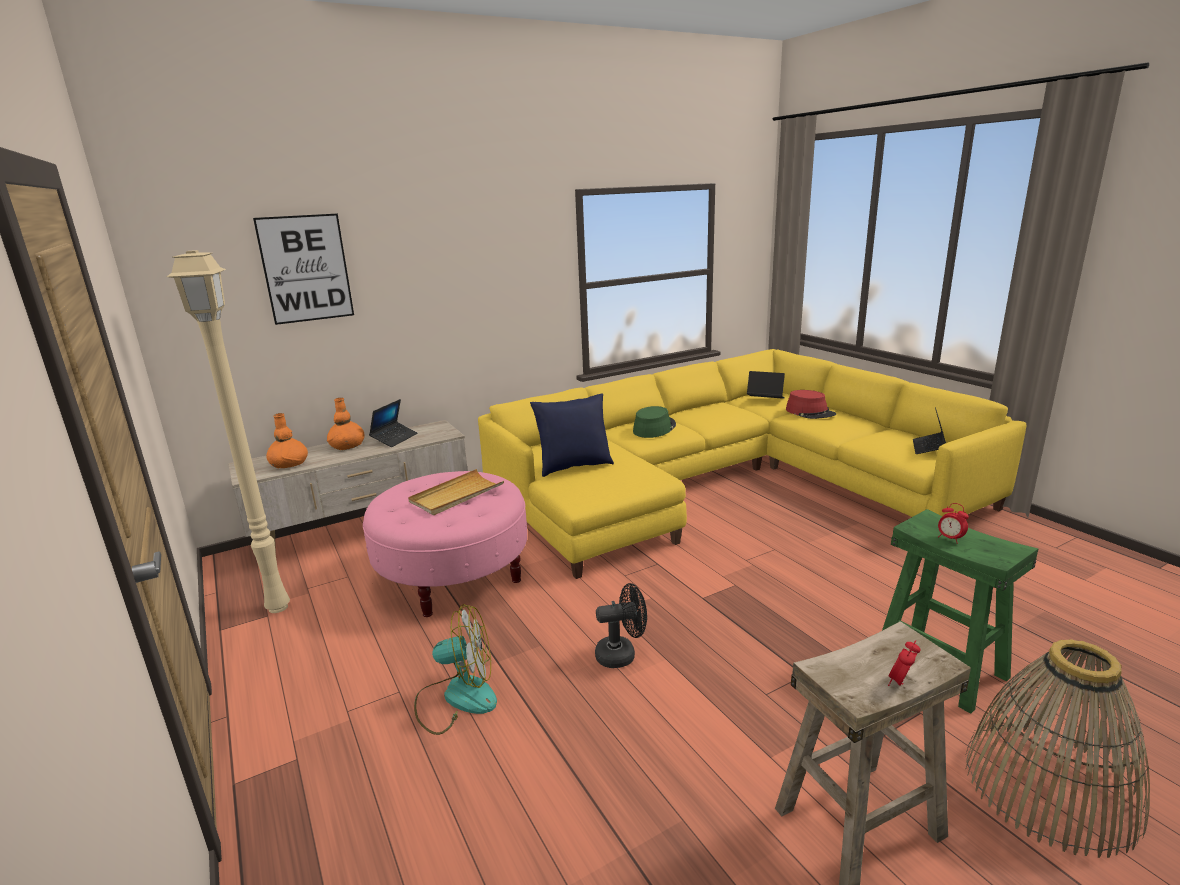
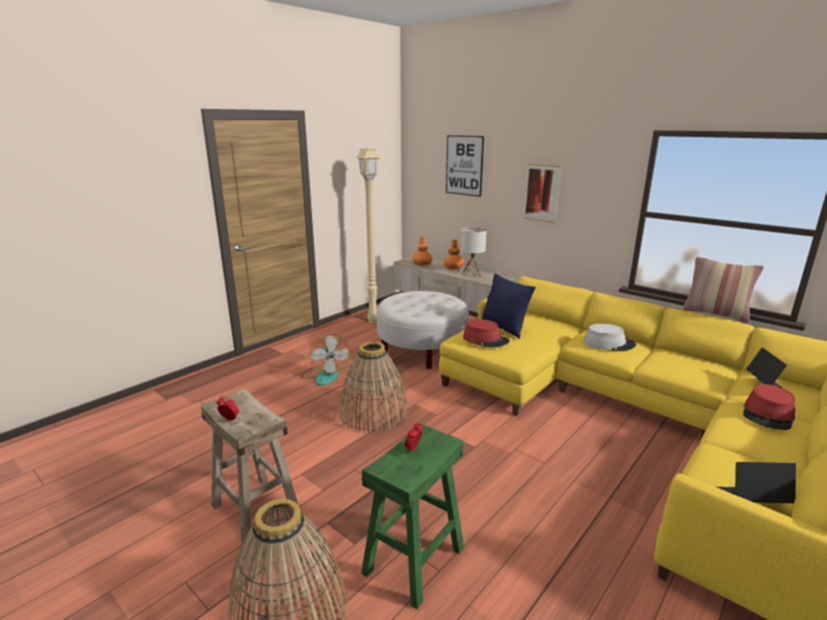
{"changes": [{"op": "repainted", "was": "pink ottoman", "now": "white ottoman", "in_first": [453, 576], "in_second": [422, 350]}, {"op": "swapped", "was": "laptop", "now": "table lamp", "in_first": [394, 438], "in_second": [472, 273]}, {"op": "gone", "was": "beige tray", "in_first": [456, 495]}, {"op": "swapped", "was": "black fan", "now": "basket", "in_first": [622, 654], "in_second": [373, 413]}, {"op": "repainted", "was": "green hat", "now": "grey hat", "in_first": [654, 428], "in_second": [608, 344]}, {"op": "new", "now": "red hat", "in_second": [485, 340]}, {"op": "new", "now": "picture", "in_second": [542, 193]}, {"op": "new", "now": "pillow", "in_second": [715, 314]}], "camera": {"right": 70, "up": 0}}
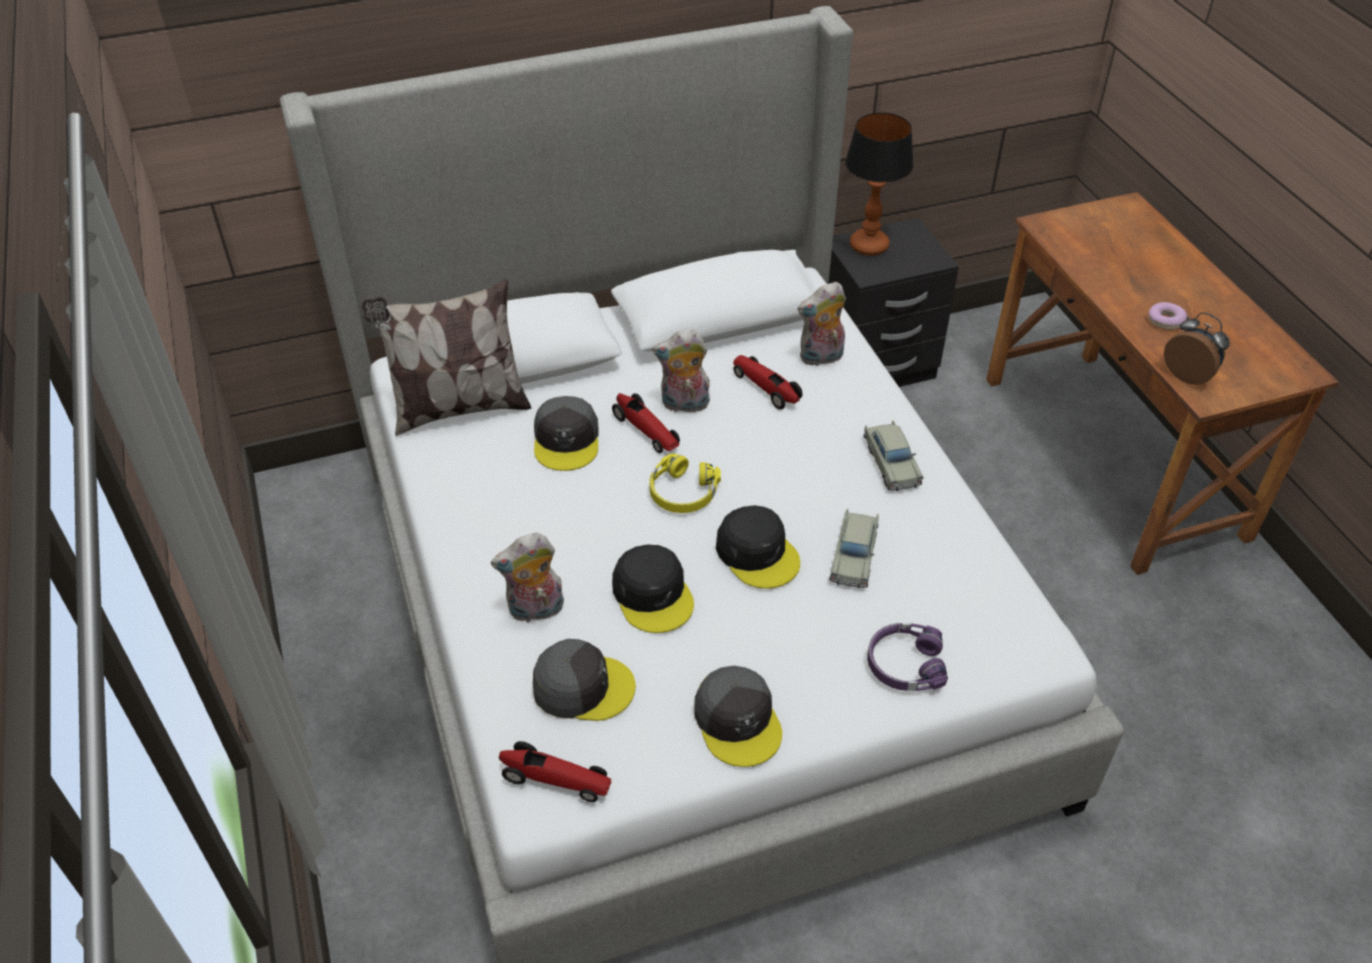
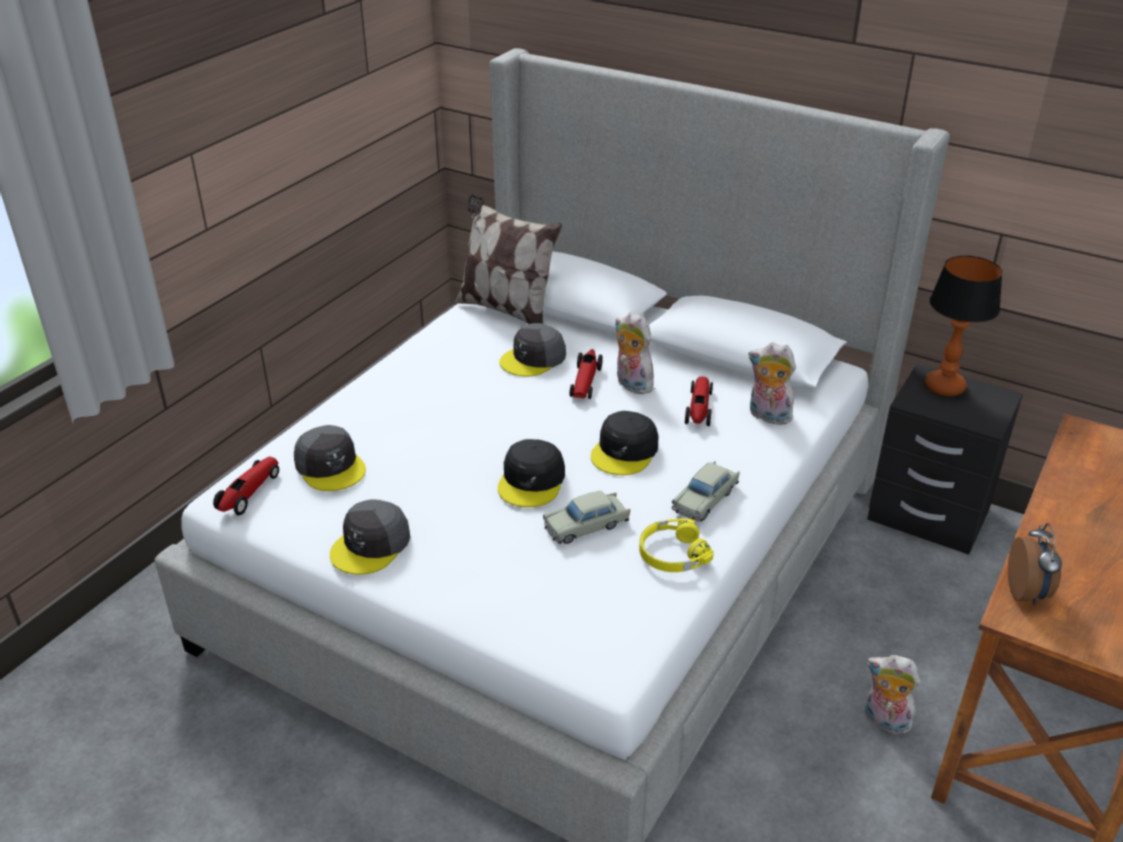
{"changes": [{"op": "shifted", "was": "plush toy", "in_first": [535, 611], "in_second": [884, 721]}, {"op": "rotated", "was": "toy car", "in_first": [555, 778], "in_second": [248, 493], "clockwise": -135}, {"op": "shifted", "was": "black cap", "in_first": [653, 594], "in_second": [625, 451]}, {"op": "shifted", "was": "yellow headphones", "in_first": [682, 492], "in_second": [672, 554]}, {"op": "gone", "was": "purple headphones", "in_first": [904, 664]}, {"op": "gone", "was": "donut", "in_first": [1165, 321]}], "camera": {"right": 50, "up": -10}}
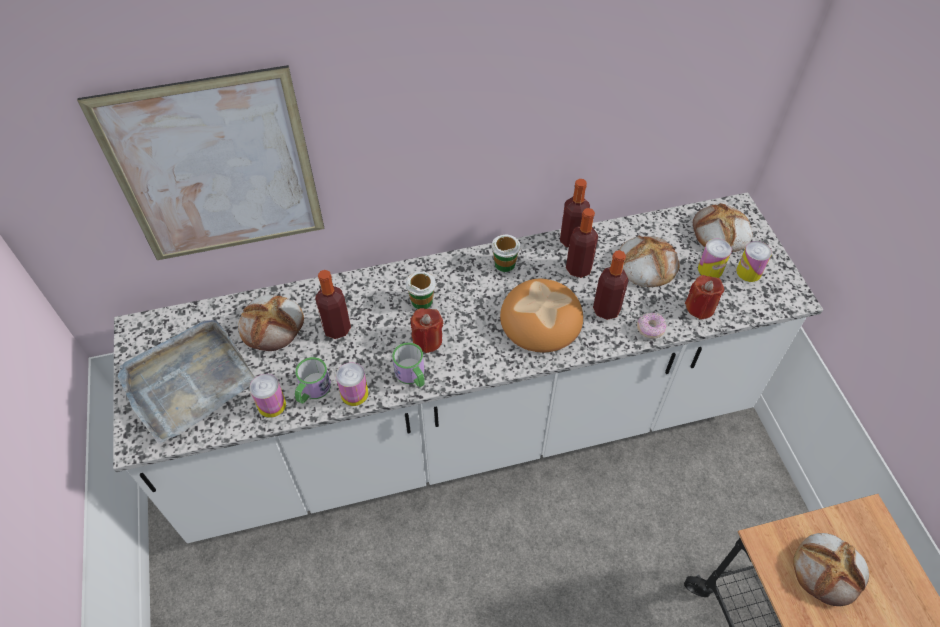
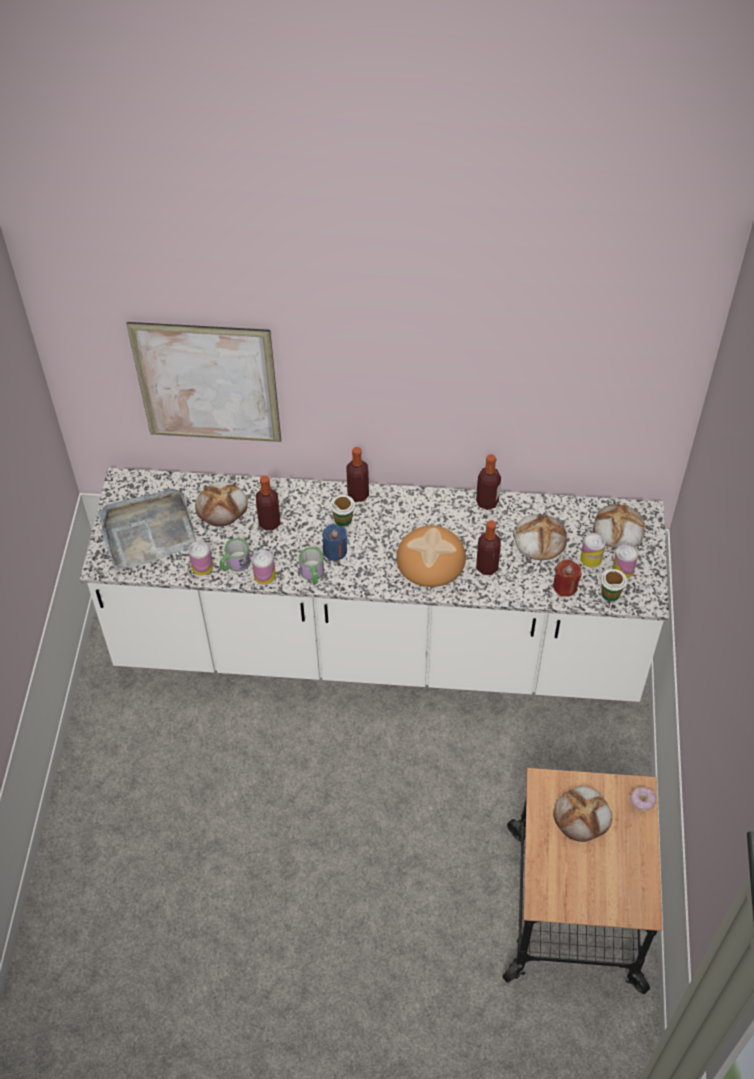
{"changes": [{"op": "repainted", "was": "red candle", "now": "blue candle", "in_first": [427, 340], "in_second": [335, 551]}, {"op": "shifted", "was": "cup", "in_first": [504, 264], "in_second": [610, 593]}, {"op": "shifted", "was": "bottle", "in_first": [578, 268], "in_second": [358, 494]}, {"op": "shifted", "was": "donut", "in_first": [650, 329], "in_second": [642, 801]}], "camera": {"right": 20, "up": 0}}
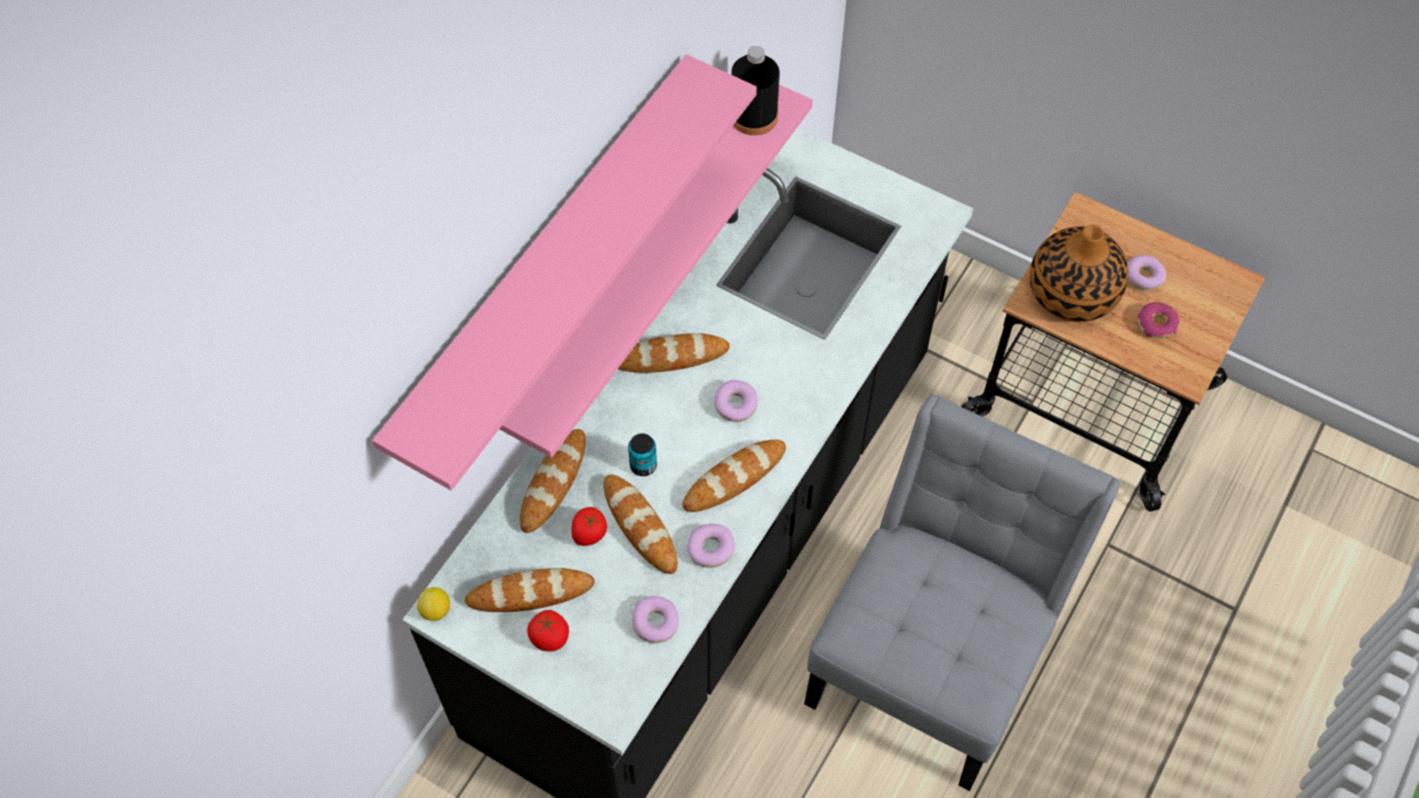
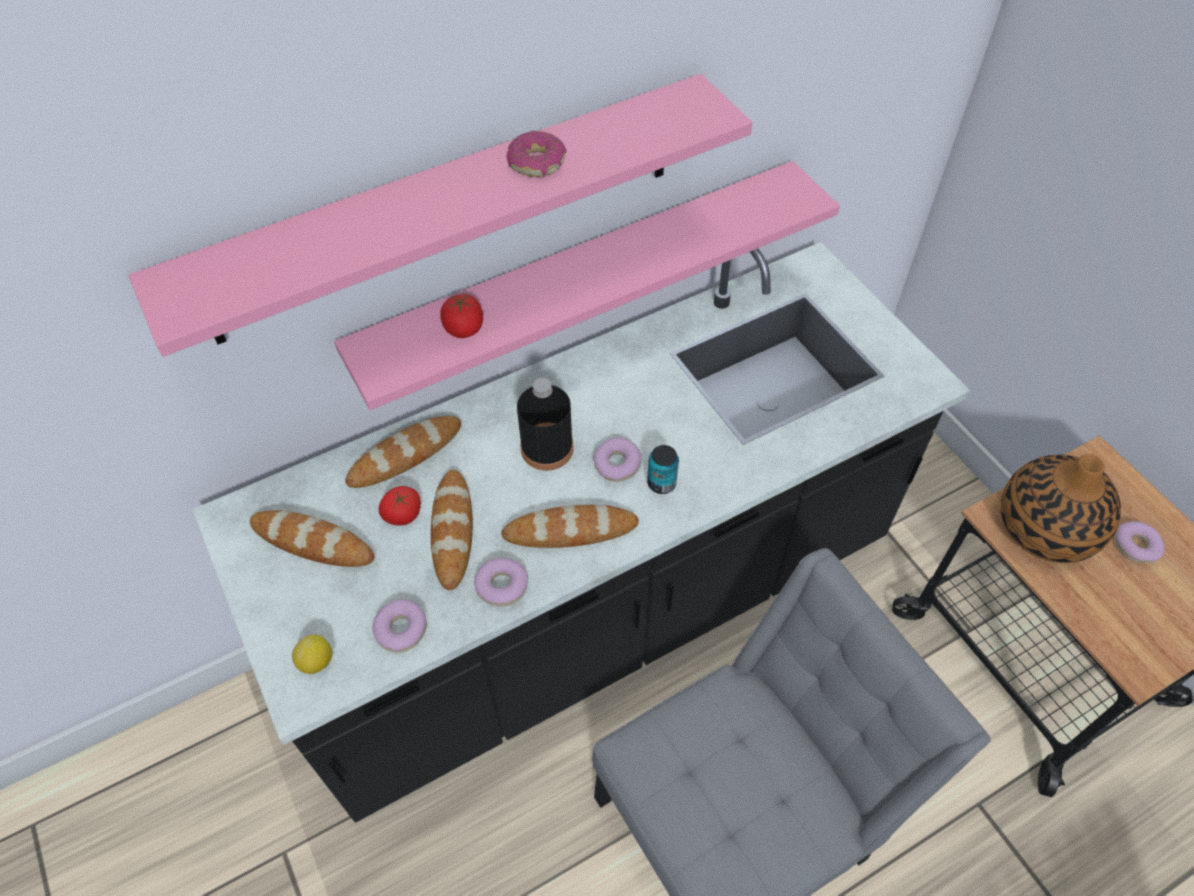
{"changes": [{"op": "shifted", "was": "lemon", "in_first": [436, 610], "in_second": [316, 662]}, {"op": "shifted", "was": "tomato", "in_first": [550, 637], "in_second": [464, 328]}, {"op": "gone", "was": "bread", "in_first": [670, 357]}, {"op": "shifted", "was": "can", "in_first": [643, 465], "in_second": [661, 483]}, {"op": "shifted", "was": "black bottle", "in_first": [753, 116], "in_second": [547, 448]}, {"op": "shifted", "was": "donut", "in_first": [1156, 325], "in_second": [537, 163]}], "camera": {"right": 30, "up": -5}}
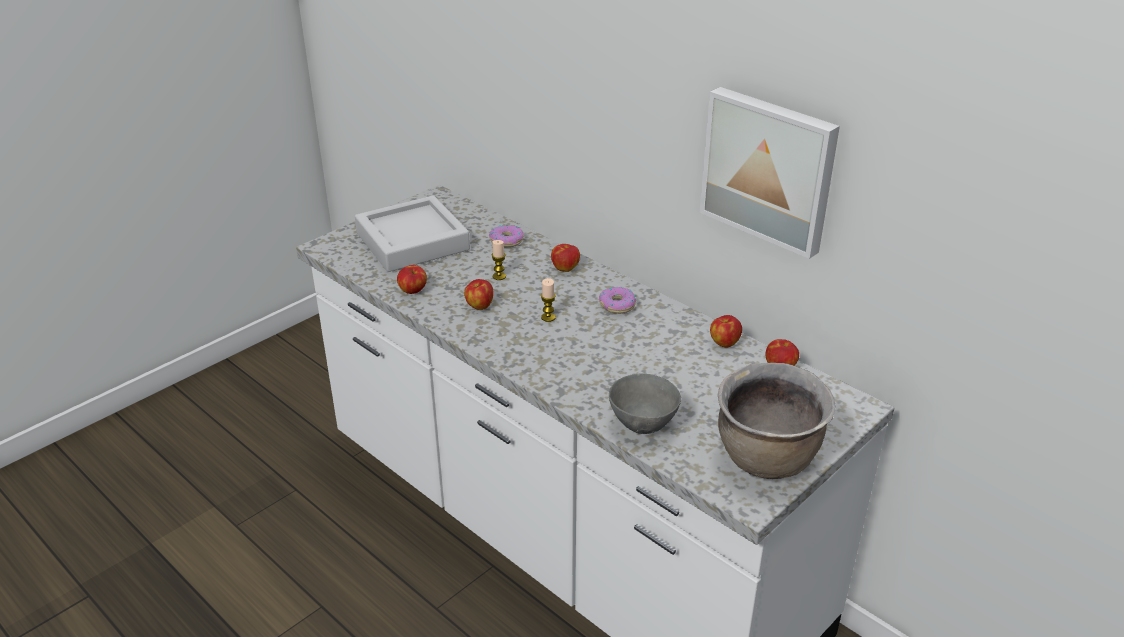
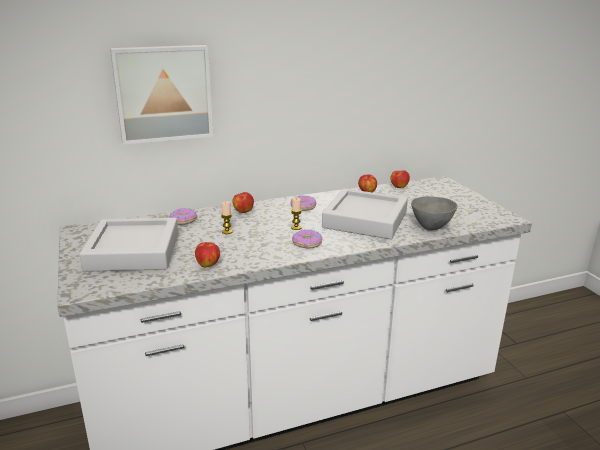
{"changes": [{"op": "gone", "was": "apple", "in_first": [479, 306]}, {"op": "shifted", "was": "picture", "in_first": [769, 169], "in_second": [163, 93]}, {"op": "gone", "was": "brown cooking pot", "in_first": [767, 460]}, {"op": "new", "now": "donut", "in_second": [307, 243]}, {"op": "new", "now": "grey tray", "in_second": [365, 220]}], "camera": {"right": -65, "up": -10}}
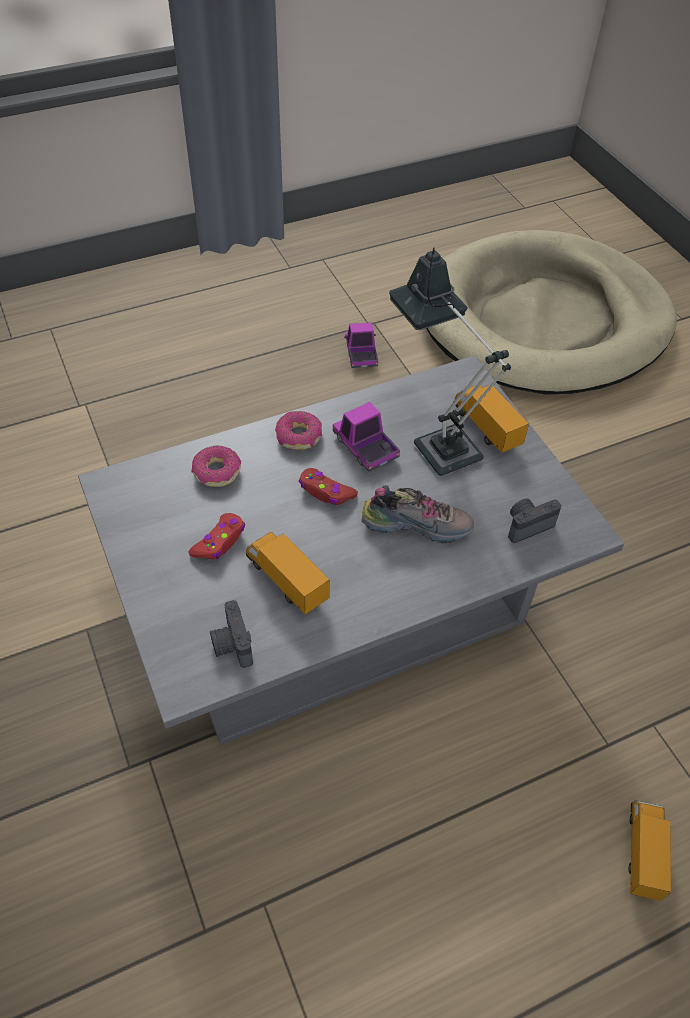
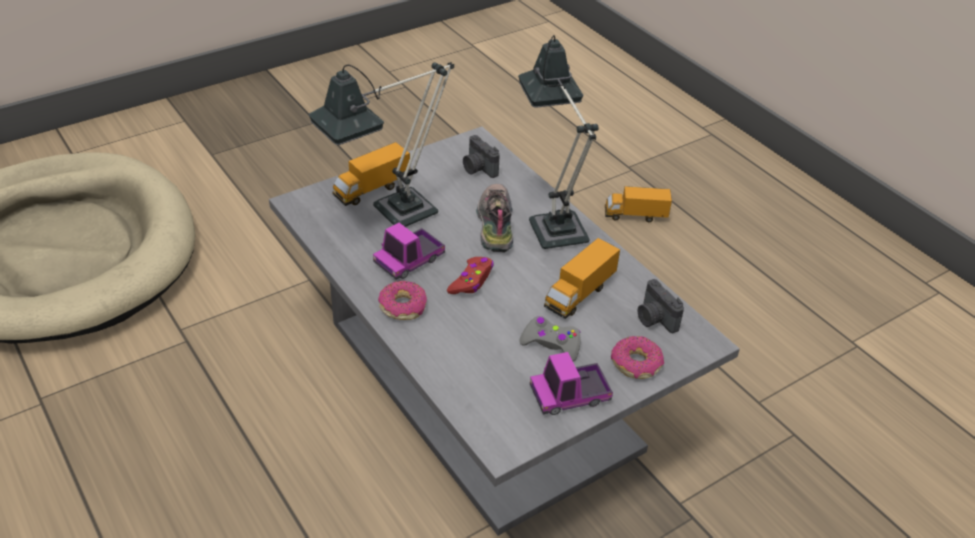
{"changes": [{"op": "repainted", "was": "red game controller", "now": "grey game controller", "in_first": [220, 542], "in_second": [551, 343]}, {"op": "shifted", "was": "donut", "in_first": [216, 472], "in_second": [636, 364]}, {"op": "rotated", "was": "photo camera", "in_first": [231, 645], "in_second": [654, 319], "clockwise": 90}, {"op": "shifted", "was": "toy truck", "in_first": [361, 354], "in_second": [569, 395]}, {"op": "new", "now": "table lamp", "in_second": [553, 223]}], "camera": {"right": -100, "up": -10}}
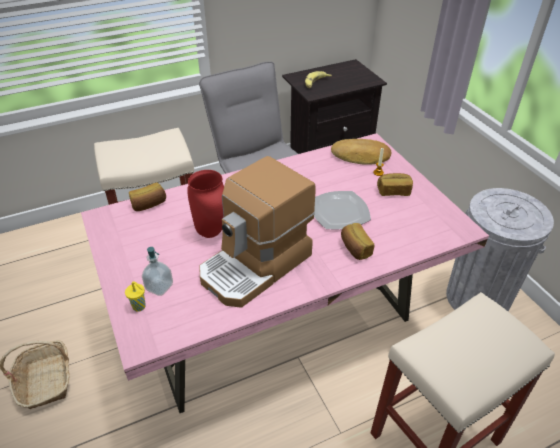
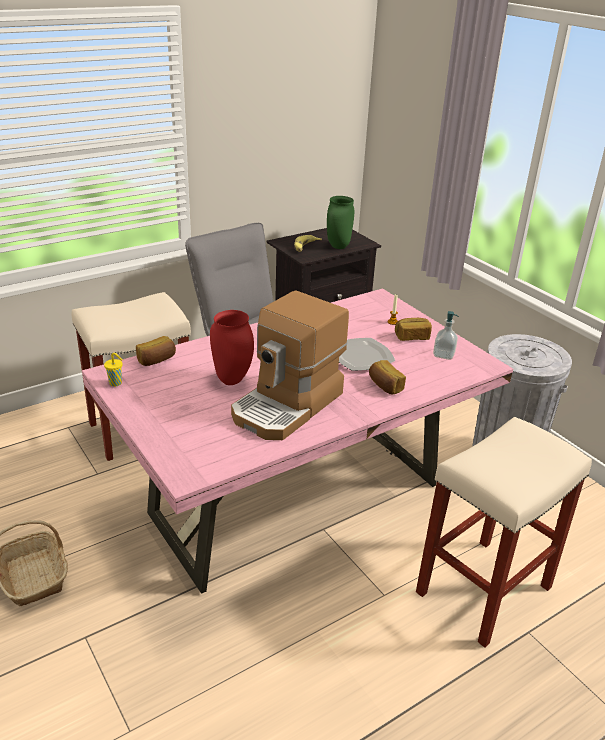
{"changes": [{"op": "shifted", "was": "yellow cup", "in_first": [140, 307], "in_second": [116, 383]}, {"op": "shifted", "was": "soap dispenser", "in_first": [159, 287], "in_second": [443, 355]}, {"op": "gone", "was": "bread", "in_first": [361, 156]}, {"op": "new", "now": "green vase", "in_second": [339, 247]}], "camera": {"right": -10, "up": -10}}
